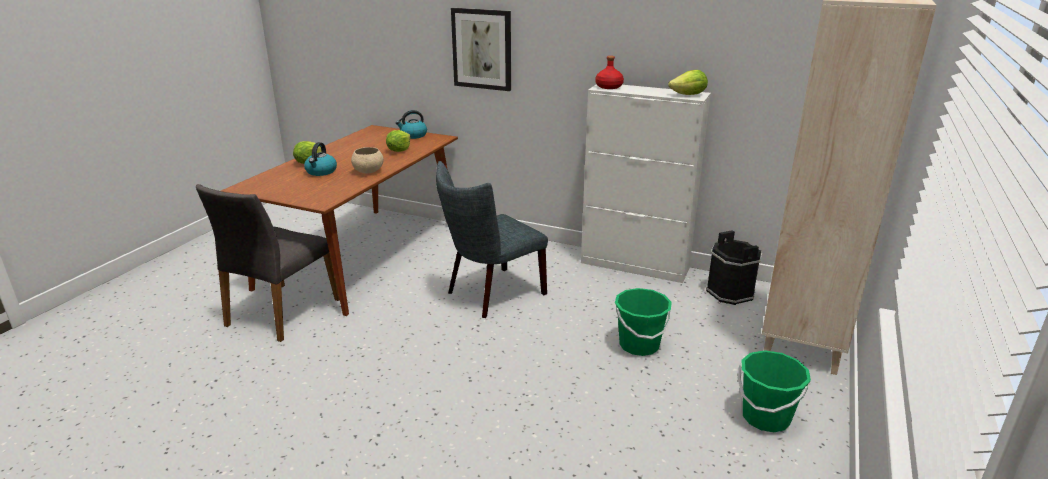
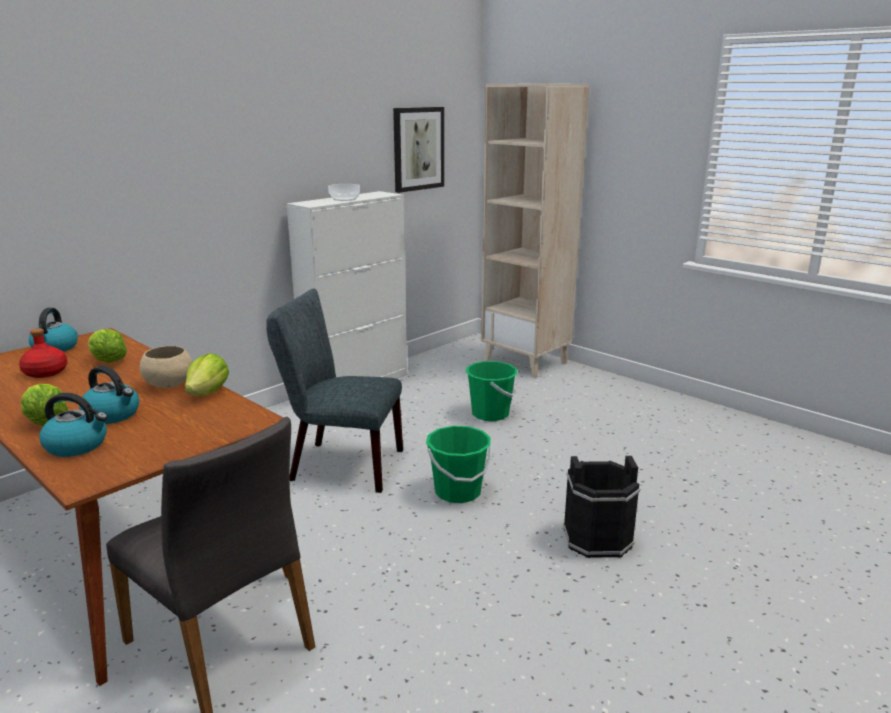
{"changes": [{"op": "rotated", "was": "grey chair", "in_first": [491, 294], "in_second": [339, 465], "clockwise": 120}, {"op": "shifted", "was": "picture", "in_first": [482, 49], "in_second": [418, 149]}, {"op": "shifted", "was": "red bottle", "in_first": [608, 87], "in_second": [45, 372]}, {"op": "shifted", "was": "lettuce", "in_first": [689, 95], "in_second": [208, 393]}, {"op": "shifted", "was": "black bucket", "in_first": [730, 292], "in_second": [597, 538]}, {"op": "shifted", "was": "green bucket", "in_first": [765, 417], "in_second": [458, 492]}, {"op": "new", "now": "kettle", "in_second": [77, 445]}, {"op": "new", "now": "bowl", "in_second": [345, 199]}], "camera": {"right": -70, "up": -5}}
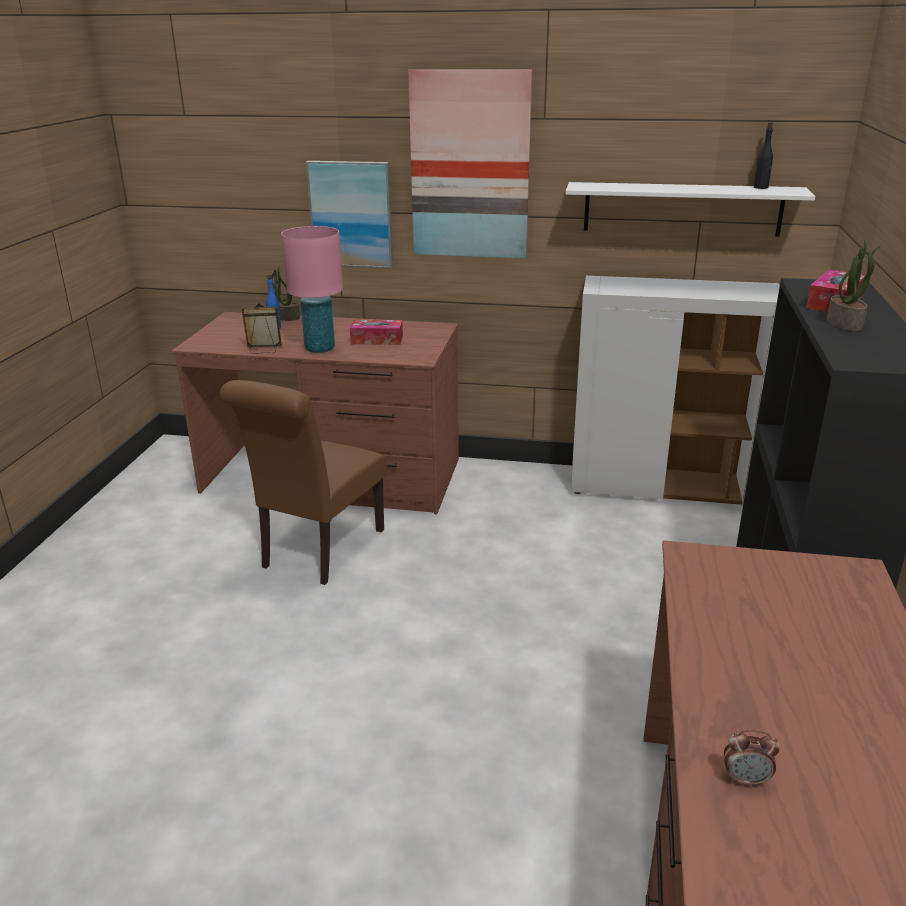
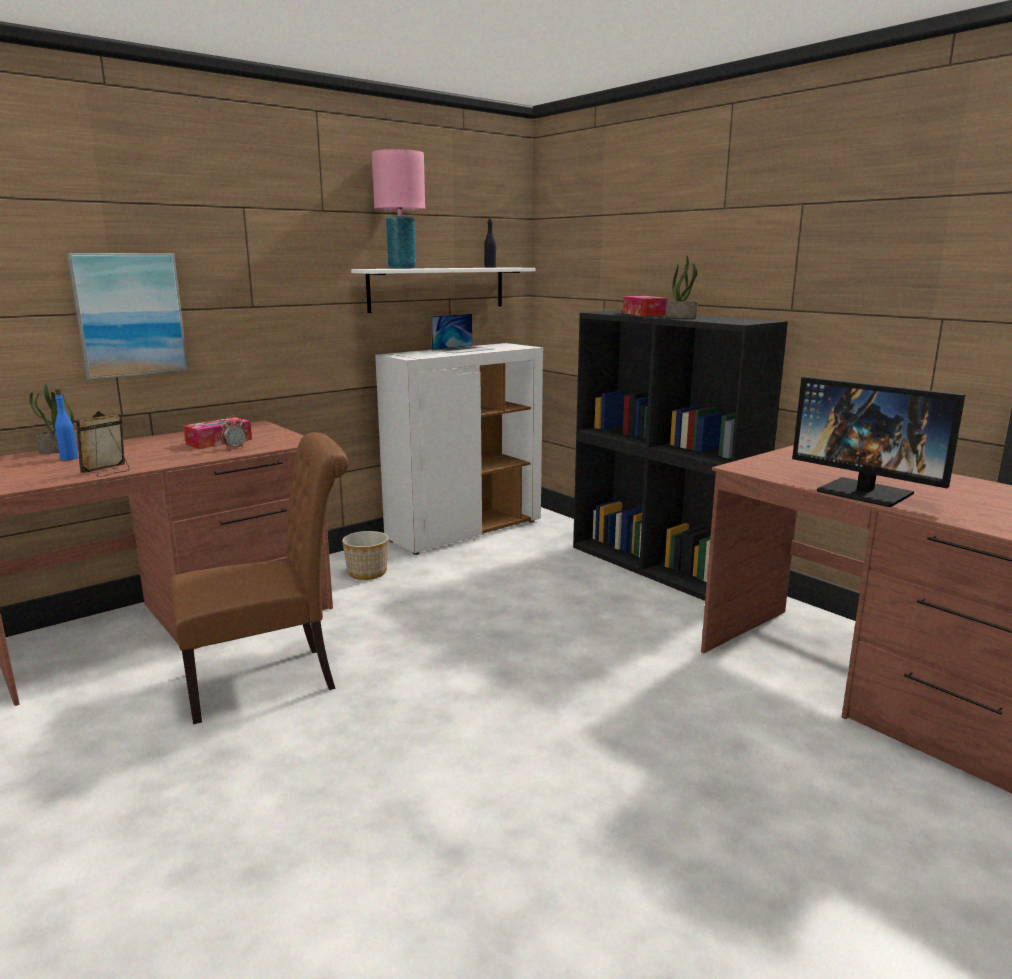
{"changes": [{"op": "rotated", "was": "brown chair", "in_first": [318, 551], "in_second": [271, 680], "clockwise": -90}, {"op": "shifted", "was": "pink table lamp", "in_first": [320, 349], "in_second": [401, 268]}, {"op": "gone", "was": "picture", "in_first": [470, 166]}, {"op": "shifted", "was": "alarm clock", "in_first": [746, 780], "in_second": [235, 448]}, {"op": "new", "now": "planter", "in_second": [367, 573]}, {"op": "new", "now": "laptop", "in_second": [463, 349]}, {"op": "new", "now": "monitor", "in_second": [865, 492]}], "camera": {"right": -50, "up": -10}}
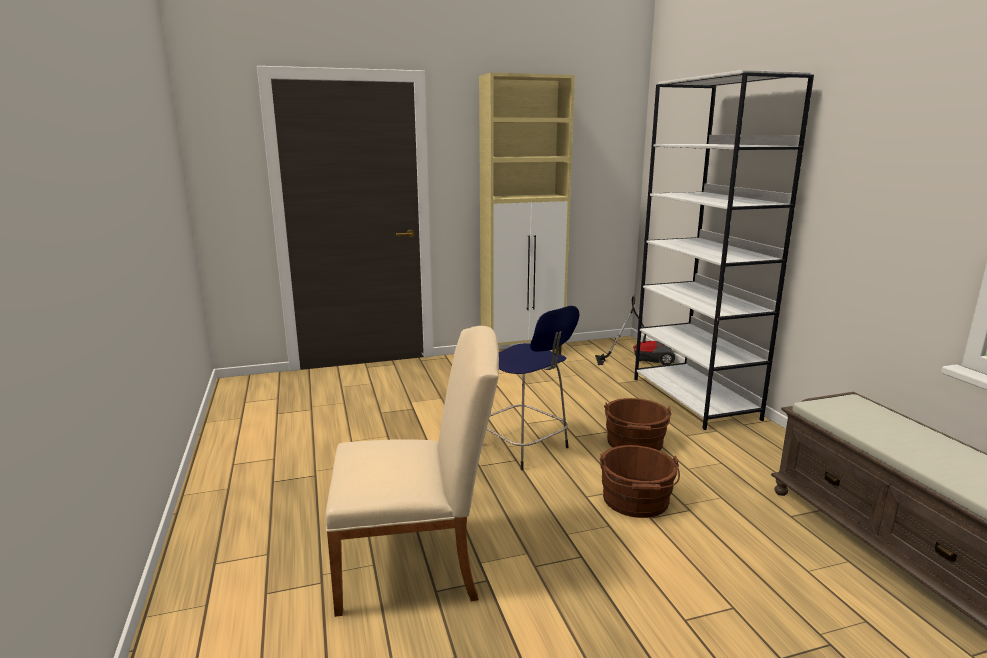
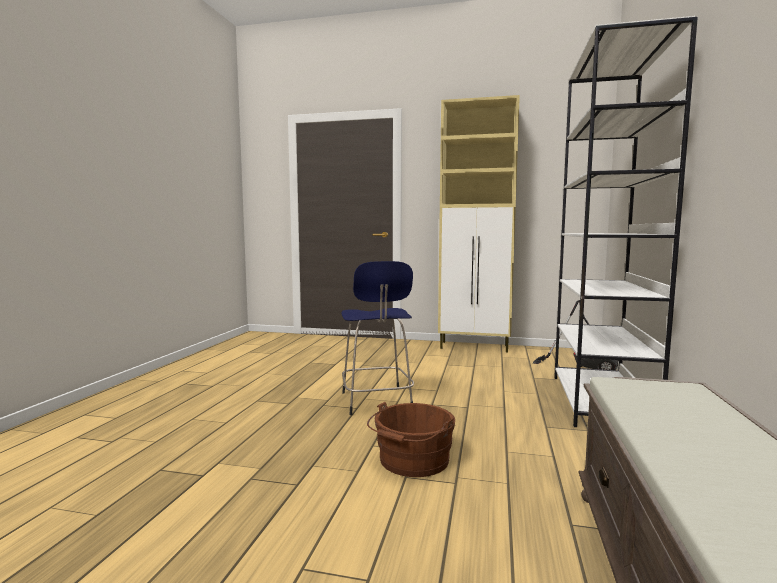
{"changes": [{"op": "gone", "was": "beige chair", "in_first": [418, 563]}, {"op": "gone", "was": "brown bucket", "in_first": [635, 444]}], "camera": {"right": 30, "up": -10}}
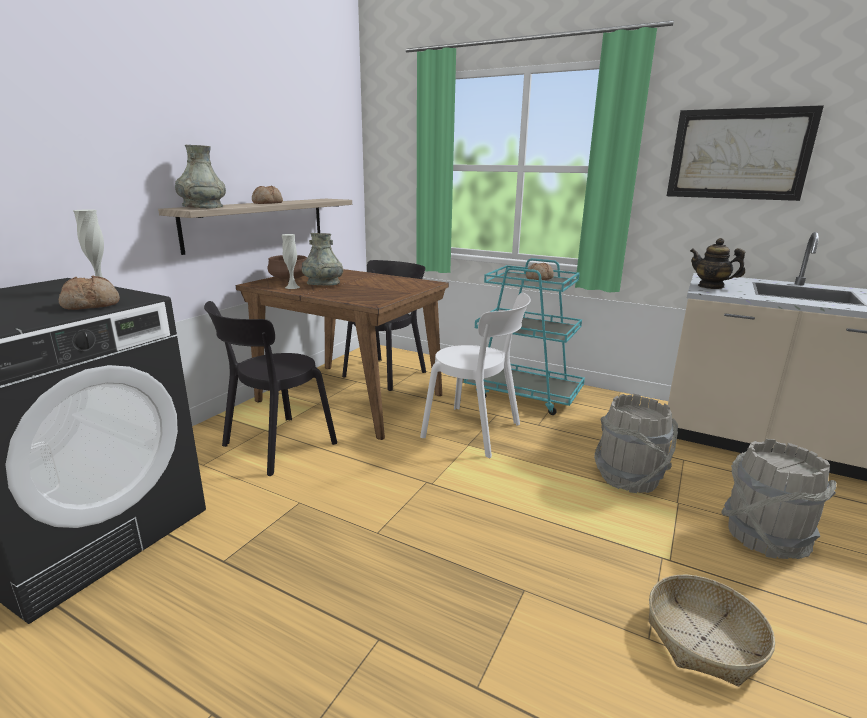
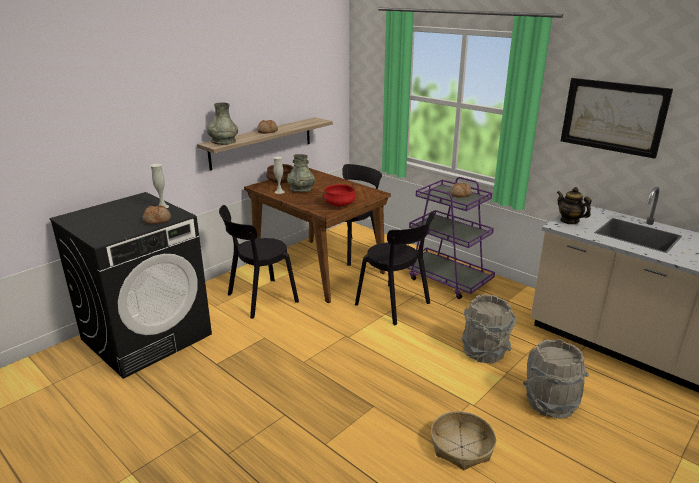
{"changes": [{"op": "repainted", "was": "white chair", "now": "black chair", "in_first": [476, 432], "in_second": [395, 305]}, {"op": "repainted", "was": "turquoise cart", "now": "purple cart", "in_first": [523, 395], "in_second": [446, 279]}, {"op": "new", "now": "red cooking pot", "in_second": [339, 204]}], "camera": {"right": 15, "up": 5}}
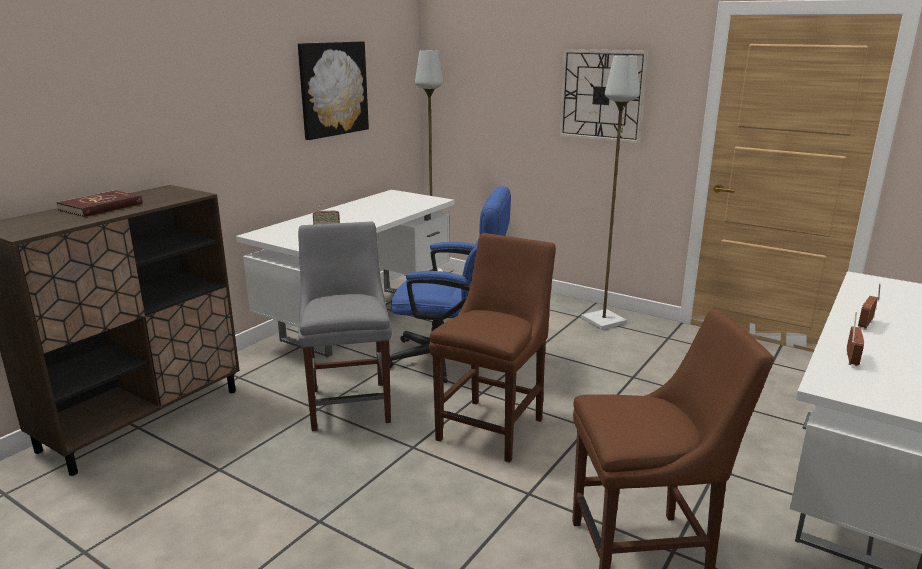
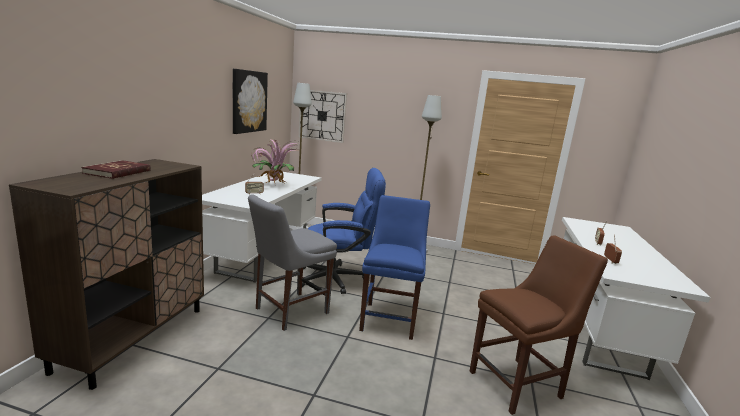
{"changes": [{"op": "rotated", "was": "grey chair", "in_first": [350, 402], "in_second": [288, 311], "clockwise": -105}, {"op": "repainted", "was": "brown chair", "now": "blue chair", "in_first": [493, 427], "in_second": [390, 318]}, {"op": "shifted", "was": "wall clock", "in_first": [602, 95], "in_second": [322, 115]}, {"op": "new", "now": "potted plant", "in_second": [273, 185]}], "camera": {"right": -20, "up": -5}}
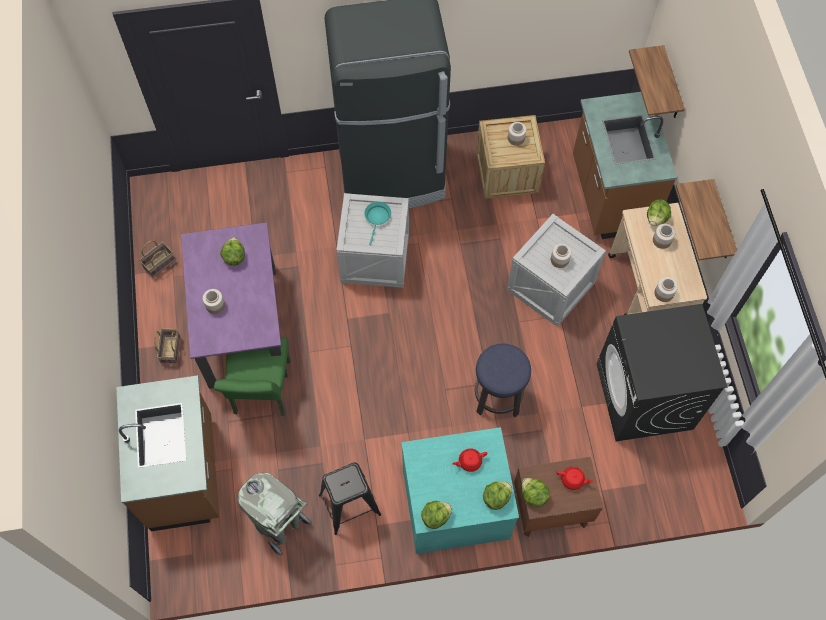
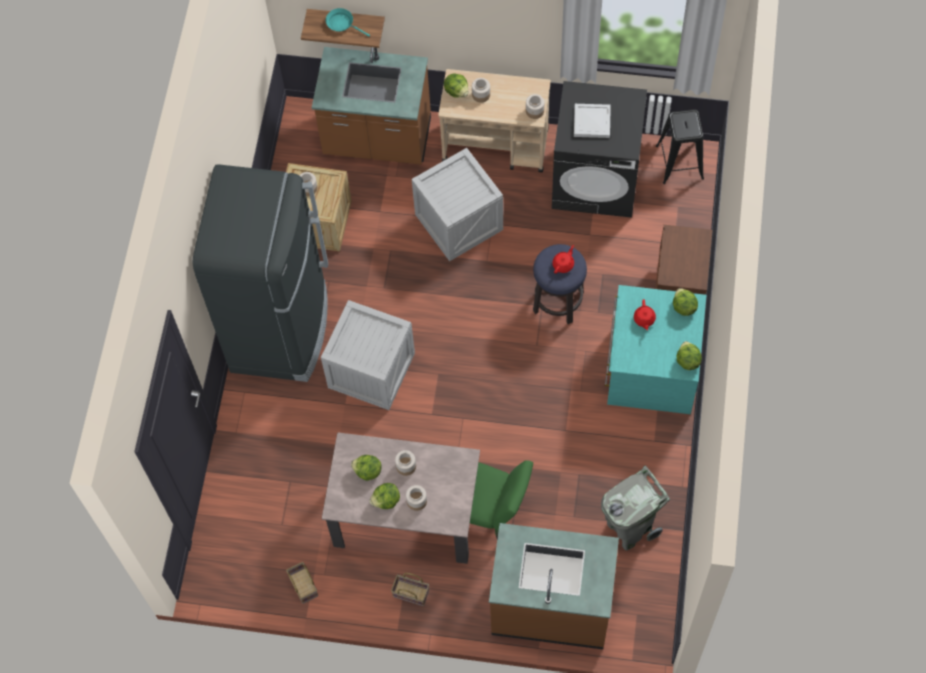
{"changes": [{"op": "repainted", "was": "purple dining table", "now": "beige dining table", "in_first": [243, 326], "in_second": [406, 516]}, {"op": "shifted", "was": "black stool", "in_first": [349, 505], "in_second": [679, 162]}, {"op": "shifted", "was": "turquoise frying pan", "in_first": [377, 218], "in_second": [342, 24]}, {"op": "shifted", "was": "lettuce", "in_first": [533, 495], "in_second": [386, 501]}, {"op": "shifted", "was": "jar", "in_first": [560, 259], "in_second": [406, 466]}, {"op": "shifted", "was": "red teapot", "in_first": [573, 480], "in_second": [563, 264]}, {"op": "gone", "was": "shelf", "in_first": [721, 223]}, {"op": "new", "now": "white tray", "in_second": [592, 121]}], "camera": {"right": -70, "up": 0}}
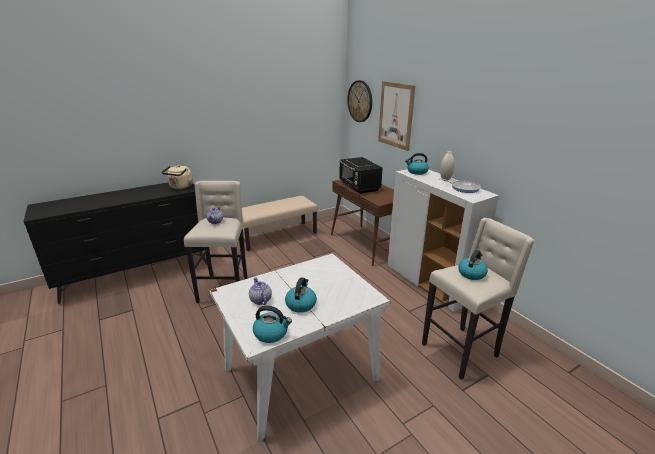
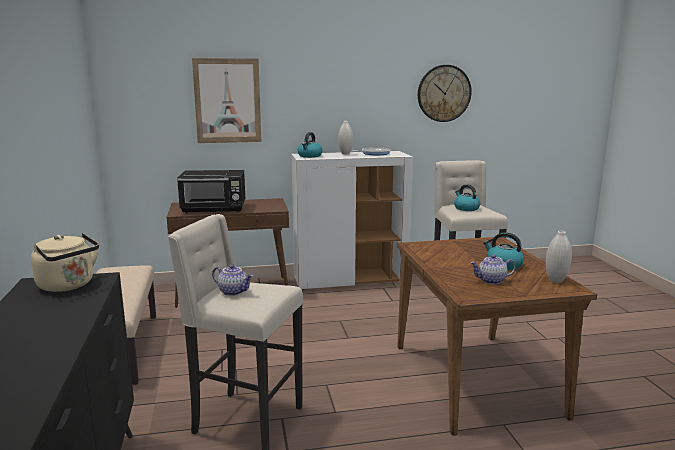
{"changes": [{"op": "repainted", "was": "white dining table", "now": "brown dining table", "in_first": [300, 375], "in_second": [476, 379]}, {"op": "swapped", "was": "kettle", "now": "white vase", "in_first": [271, 333], "in_second": [555, 281]}, {"op": "shifted", "was": "wall clock", "in_first": [360, 101], "in_second": [444, 93]}], "camera": {"right": -70, "up": -10}}
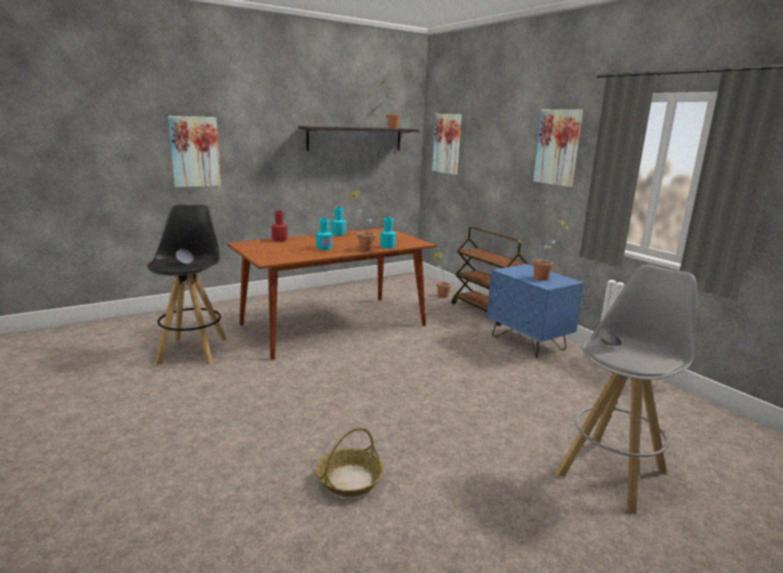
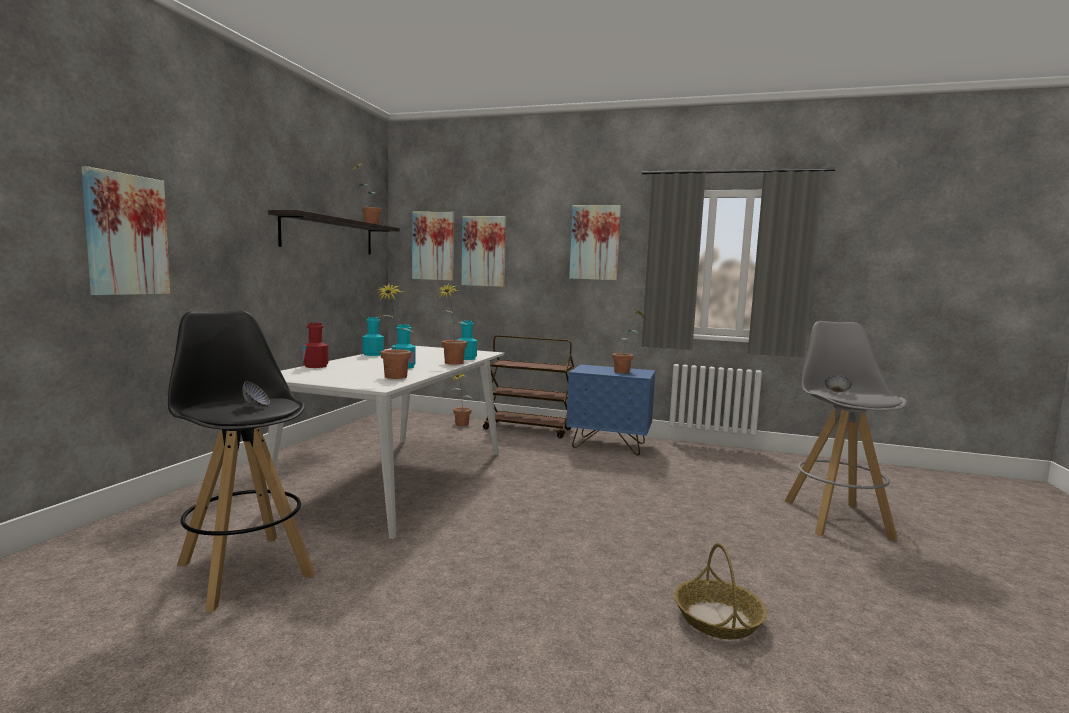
{"changes": [{"op": "repainted", "was": "brown dining table", "now": "white dining table", "in_first": [334, 324], "in_second": [398, 479]}, {"op": "new", "now": "potted plant", "in_second": [393, 378]}, {"op": "new", "now": "picture", "in_second": [484, 251]}], "camera": {"right": -40, "up": -10}}
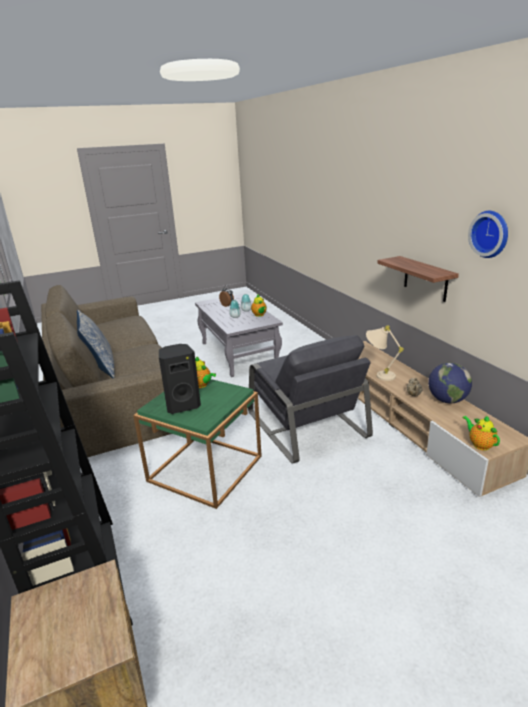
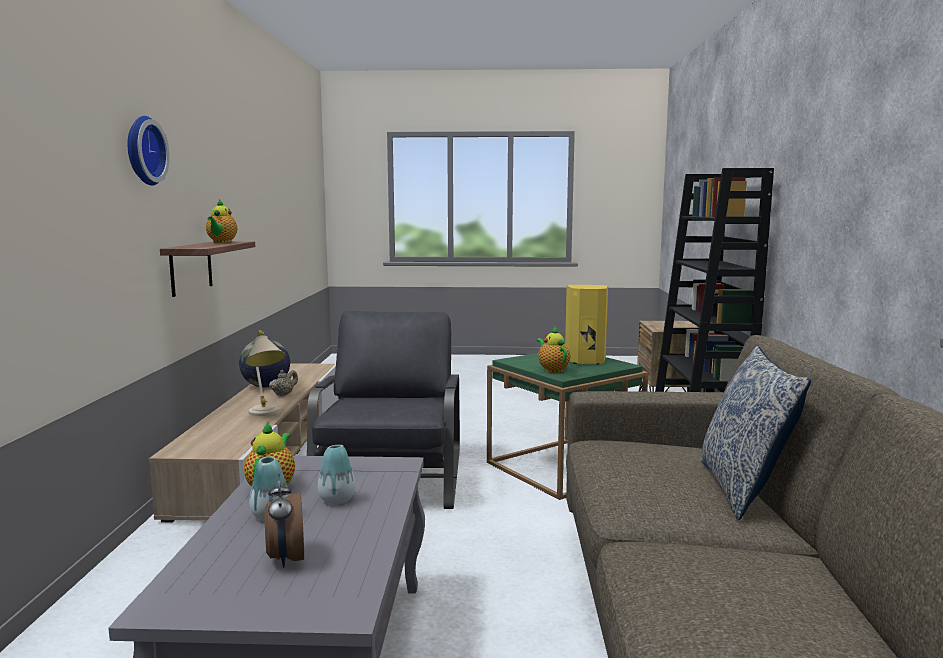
{"changes": [{"op": "repainted", "was": "black speaker", "now": "yellow speaker", "in_first": [182, 405], "in_second": [585, 361]}, {"op": "shifted", "was": "teapot", "in_first": [479, 444], "in_second": [221, 242]}, {"op": "shifted", "was": "wall clock", "in_first": [491, 234], "in_second": [142, 151]}], "camera": {"right": -155, "up": -15}}
